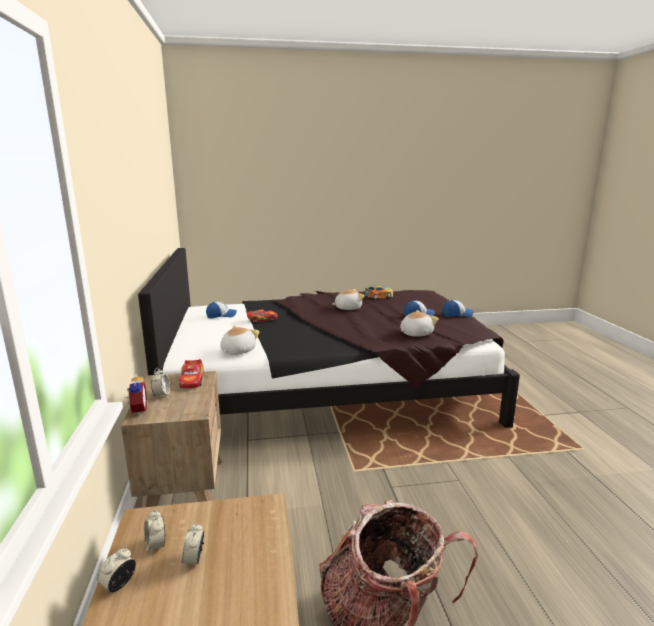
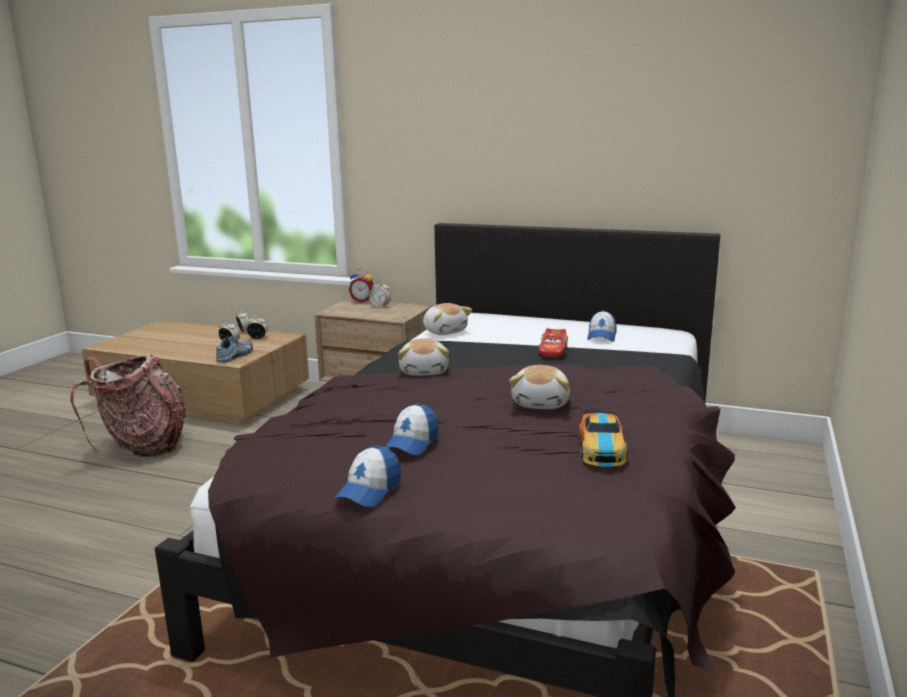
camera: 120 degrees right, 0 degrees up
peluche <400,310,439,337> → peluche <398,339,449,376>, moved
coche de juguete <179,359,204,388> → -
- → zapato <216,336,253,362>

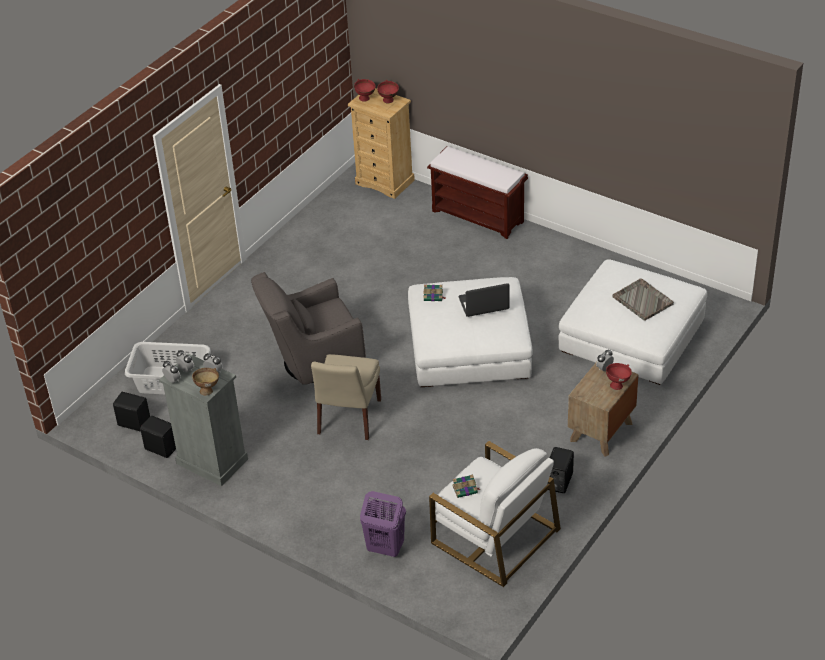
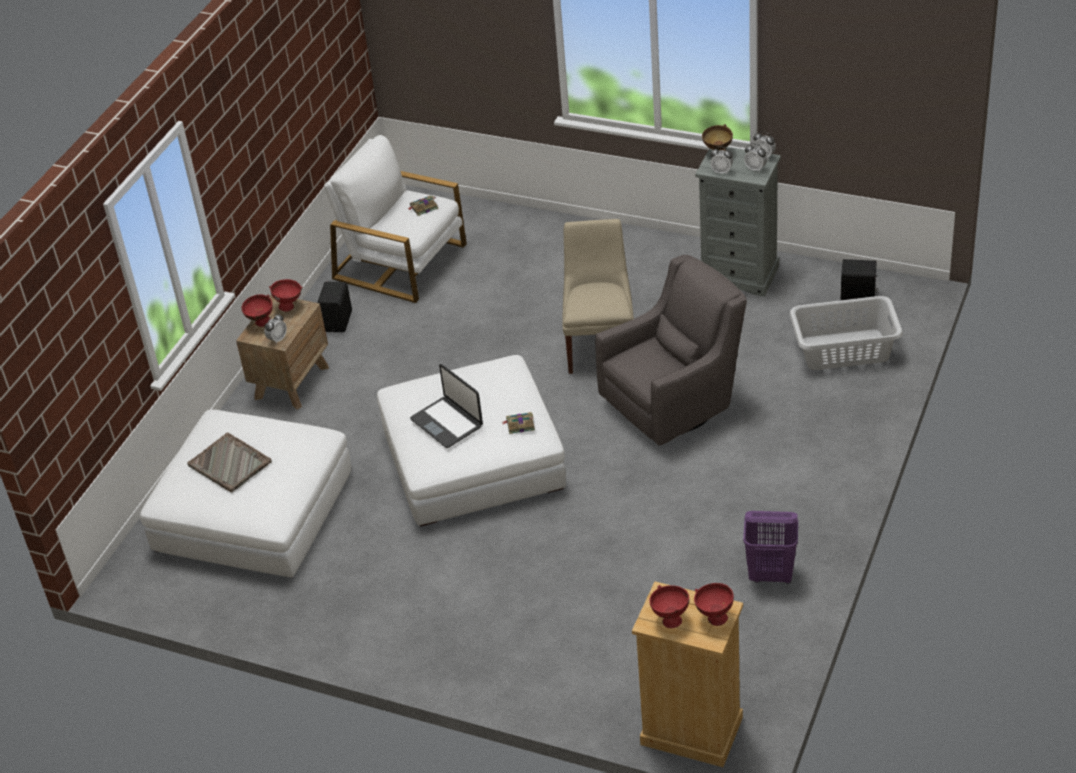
camera: 170 degrees right, 0 degrees up
banco [marrón] <427,146,528,239> → -
portátil <459,283,509,317> → portátil <410,364,483,448>, 75 degrees clockwise
altavoz [negro] <140,416,176,458> → -
cesto de la ropa [morado] <360,491,406,557> → cesto de la ropa [morado] <743,511,798,584>, moved
- → cuenco [rojo] <269,279,302,312>

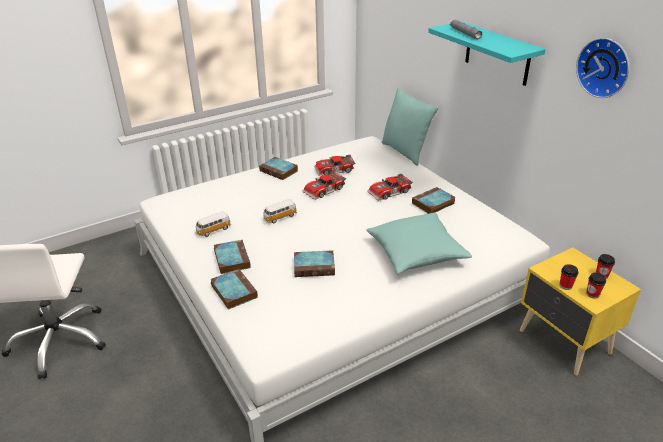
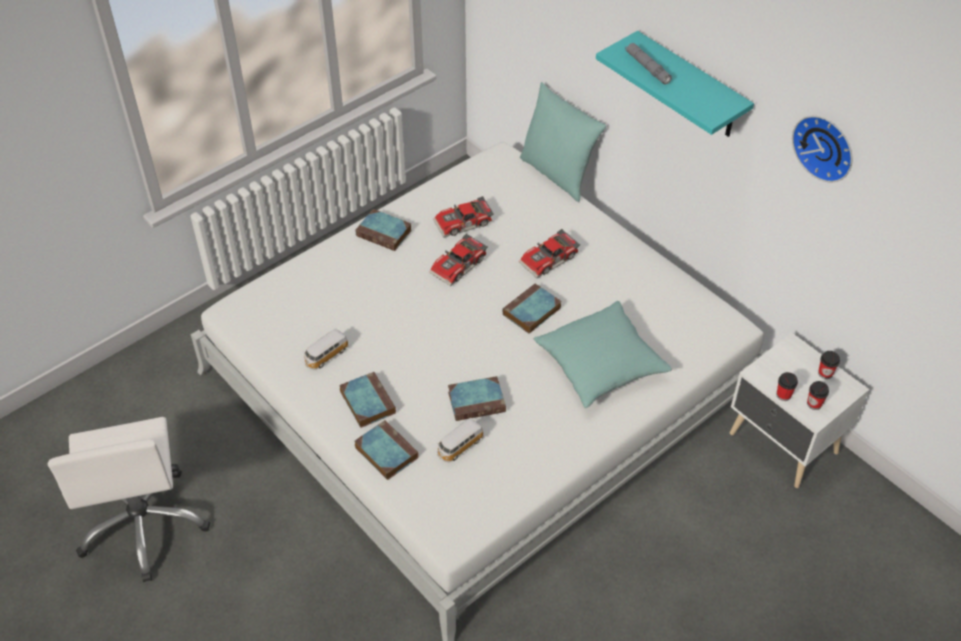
camera: 10 degrees left, 15 degrees up
libro <412,187,455,214> → libro <503,283,562,334>, moved
coche de juguete <263,199,297,223> → coche de juguete <437,418,484,462>, moved
mesita de noche [amarillo] <520,247,641,376> → mesita de noche [blanco] <730,333,869,488>

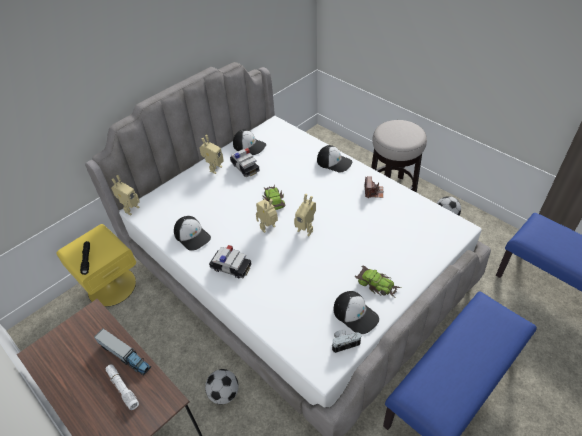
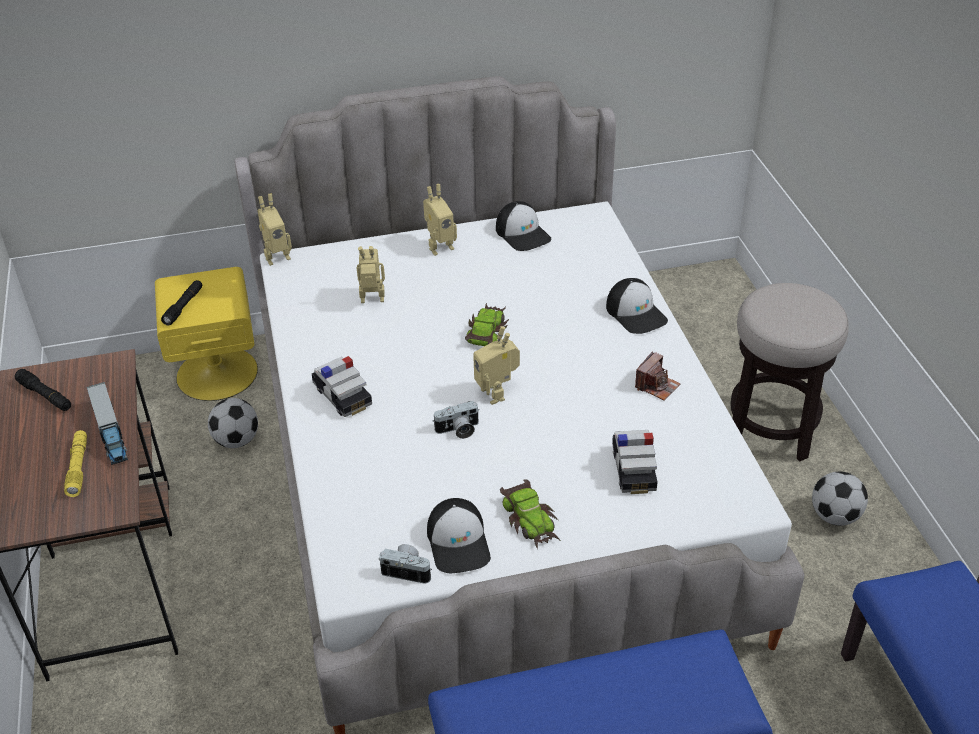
camera: 30 degrees right, 5 degrees down
coche de juguete <230,148,260,177> → coche de juguete <612,430,658,494>, moved
robot de juguete <256,199,278,233> → robot de juguete <356,246,385,303>, moved
gorra <174,216,211,251> → -
linterna [blanco] <106,364,139,410> → linterna [amarillo] <64,430,87,497>
balón de fútbol <205,369,239,404> → balón de fútbol <208,398,258,448>, moved
- → linterna [negro] <15,369,71,411>
- → cámara <433,401,480,439>

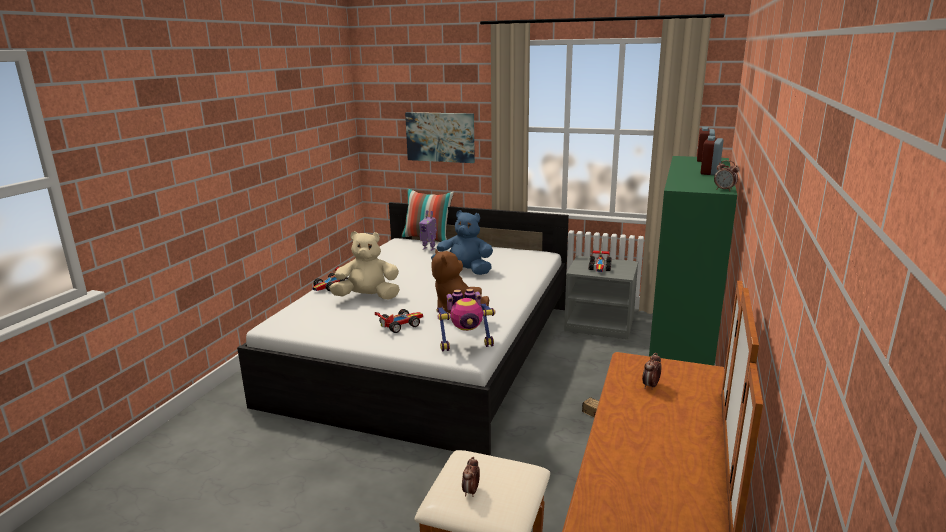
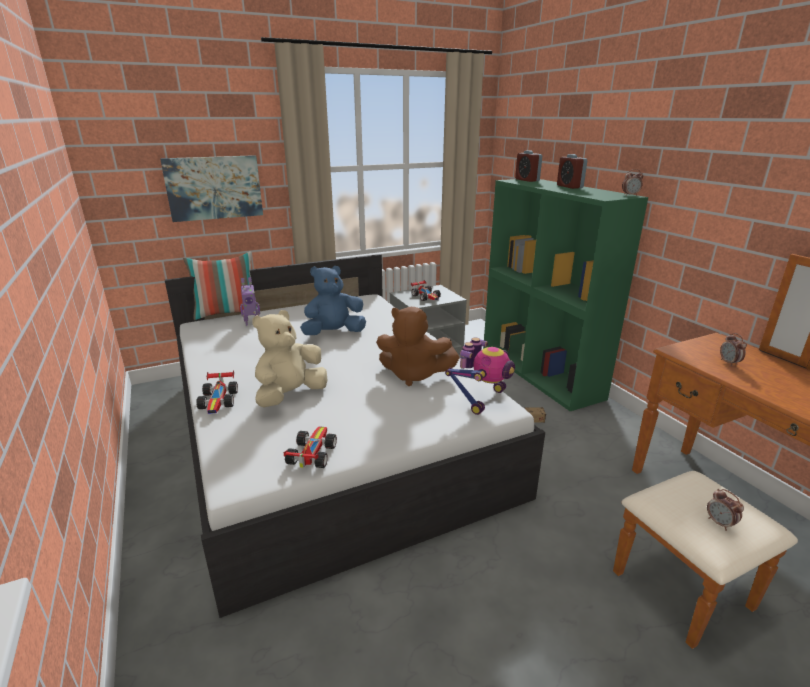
camera: 45 degrees left, 5 degrees up
coche de juguete <375,309,423,333> → coche de juguete <283,426,337,468>, moved

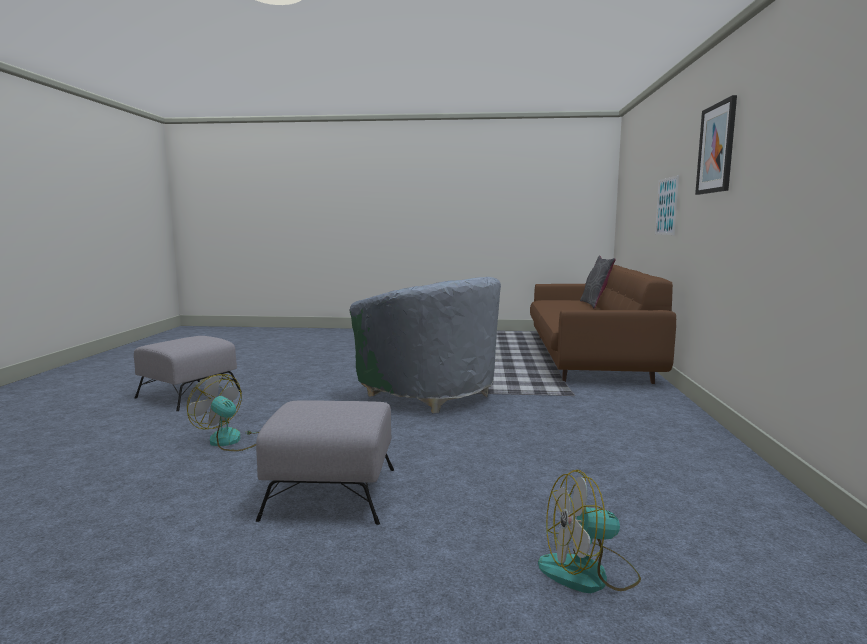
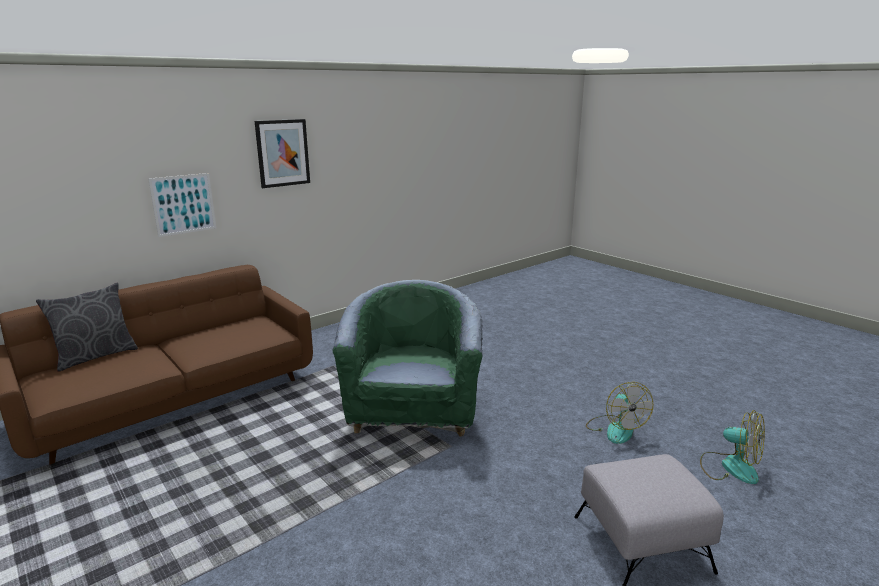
camera: 135 degrees left, 10 degrees up
puf [gris] <256,400,394,525> → -
ventilador <538,470,641,593> → ventilador <700,410,765,484>, moved

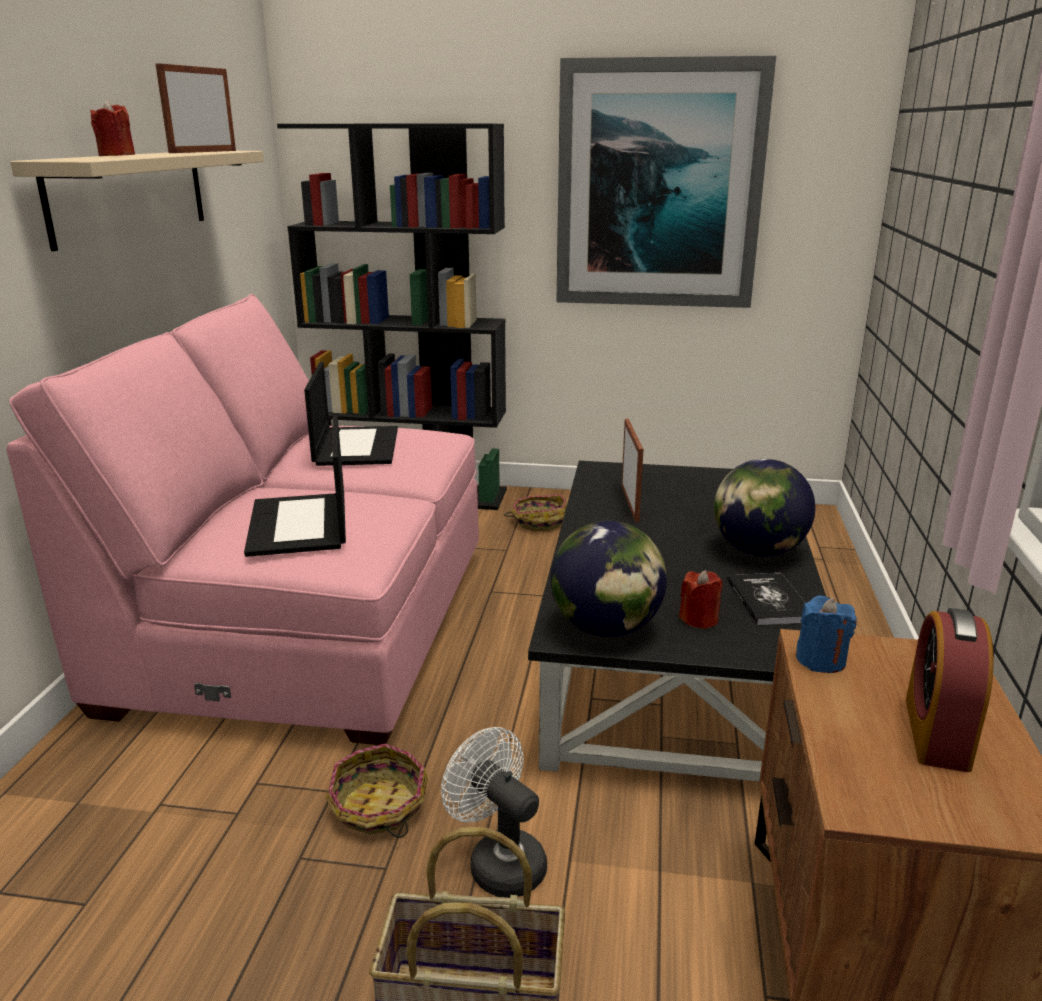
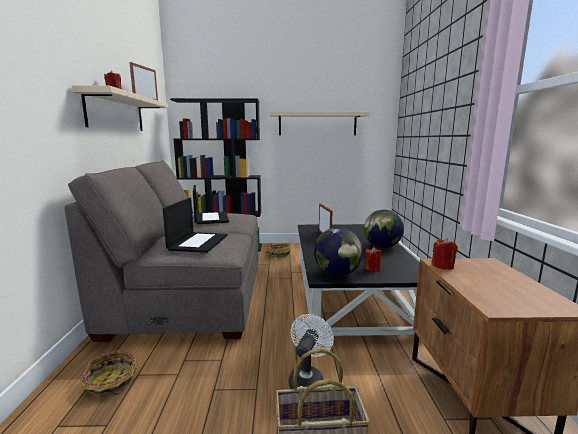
camera: 10 degrees left, 10 degrees down
cuadro <556,56,776,308> → estante [beis] <270,112,370,135>
sofá [rosa] <7,294,479,745> → sofá [gris] <64,160,259,342>
portátil <244,416,346,557> → portátil <163,198,228,253>, 150 degrees counterclockwise
libro <727,573,805,625> → -
vela [azul] <796,596,857,673> → vela [rojo] <431,238,458,270>
despertador <906,608,994,772> → -
ventilador [blanco] <441,727,547,898> → ventilador [blanco] <289,314,334,389>, 75 degrees clockwise
cesta <326,744,428,838> → cesta <81,350,138,396>, moved

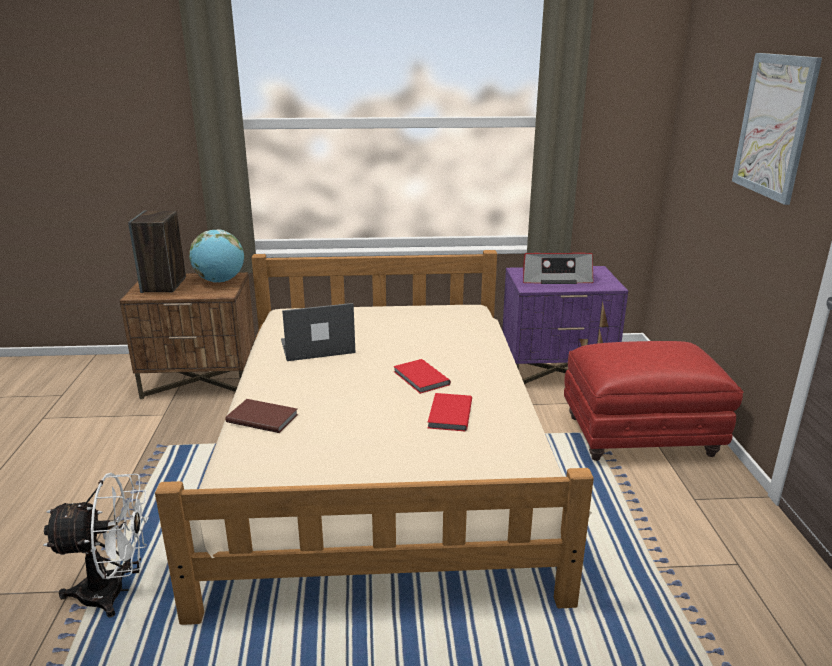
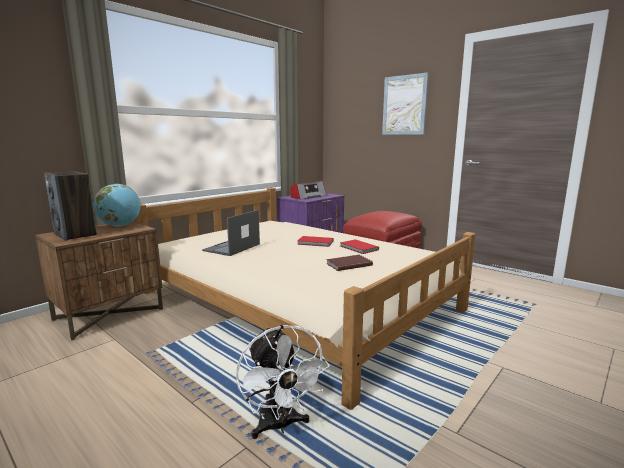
camera: 45 degrees left, 10 degrees down
libro [marrón] <226,399,298,433> → libro [marrón] <326,255,373,271>, moved
ventilador [blanco] <43,473,149,618> → ventilador [blanco] <236,325,330,439>, 120 degrees clockwise

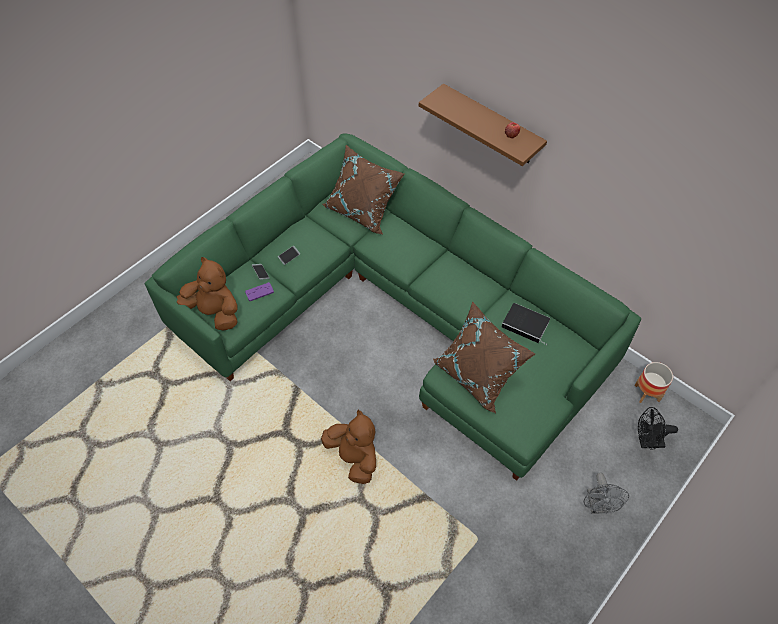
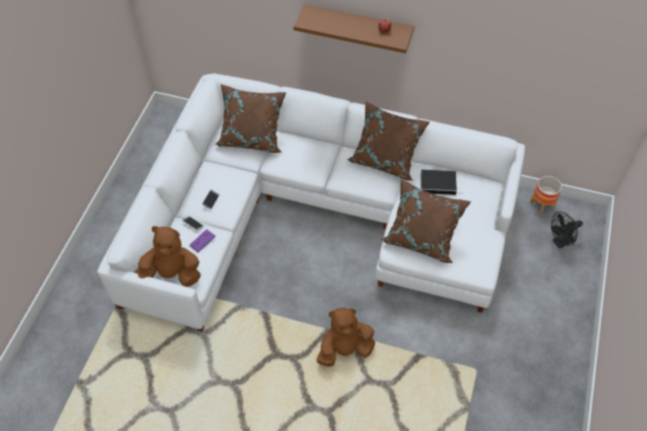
camera: 25 degrees left, 0 degrees up
sofá [verde] <145,133,641,481> → sofá [blanco] <97,74,525,332>
peluche [marrón] <321,410,376,484> → peluche [marrón] <317,308,375,367>, 45 degrees counterclockwise
ventilador [gris] <584,473,629,514> → -
- → cojín [marrón] <347,101,430,181>

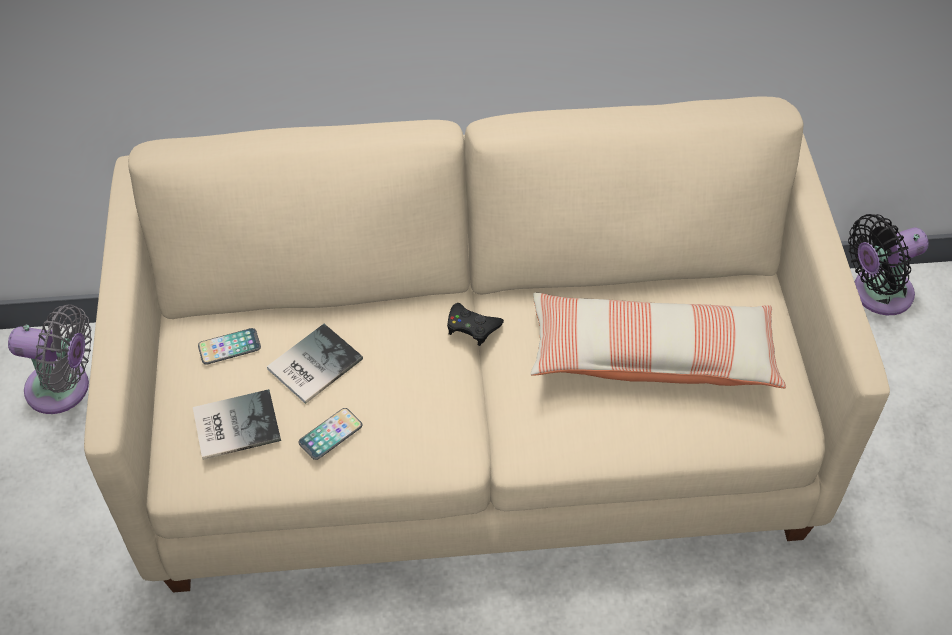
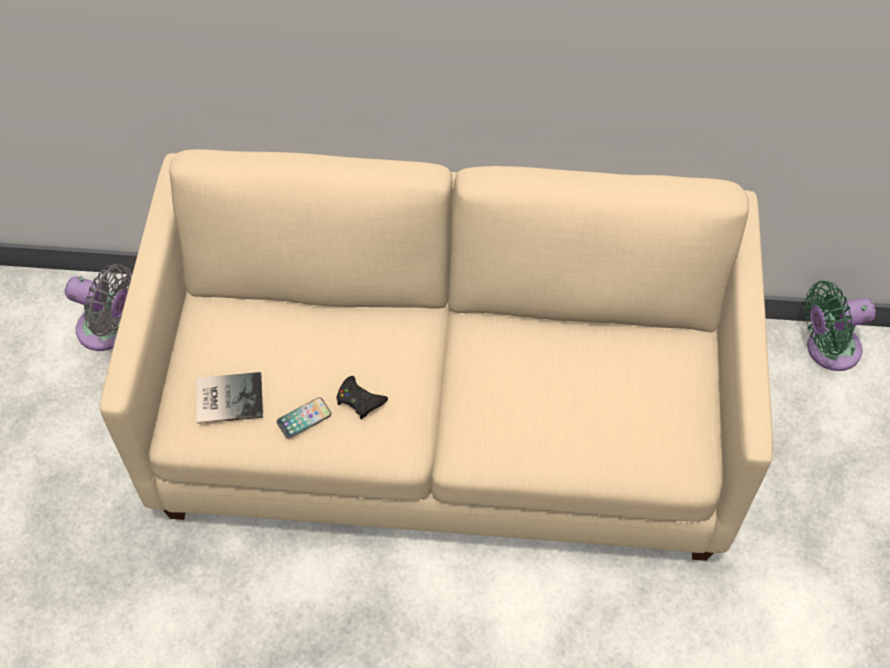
camera: 10 degrees right, 5 degrees up
ventilador [negro] <848,214,929,315> → ventilador [verde] <805,281,876,371>
cojín <530,293,786,388> → -
mando de consola [negro] <447,303,504,346> → mando de consola [negro] <336,376,388,419>, moved
libro <267,324,363,404> → -
móvil <198,328,261,365> → -

